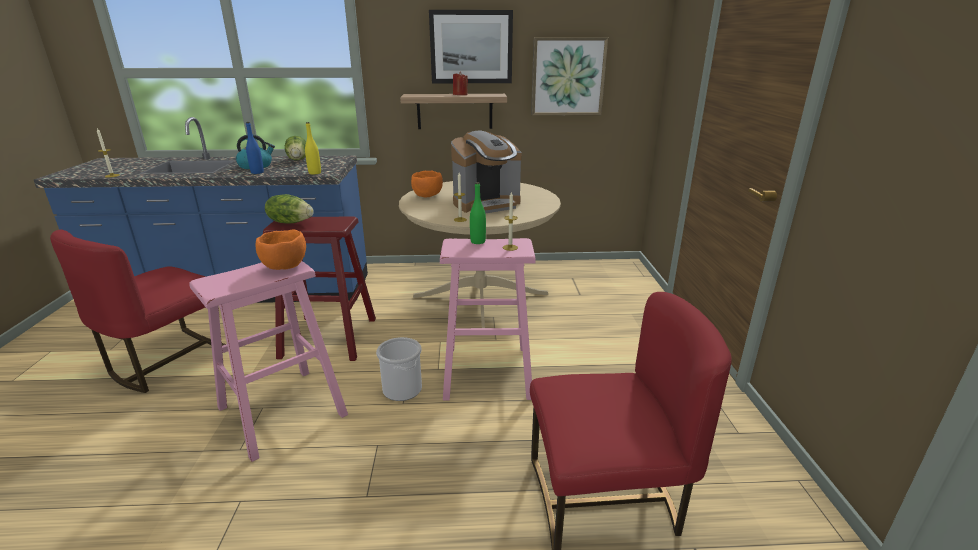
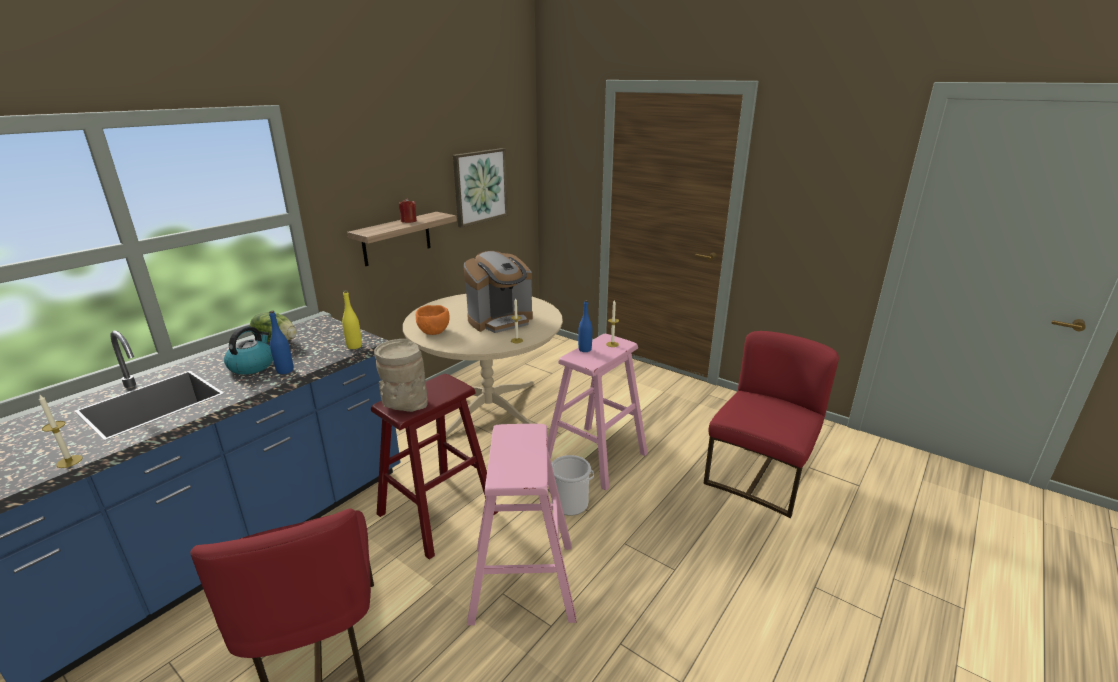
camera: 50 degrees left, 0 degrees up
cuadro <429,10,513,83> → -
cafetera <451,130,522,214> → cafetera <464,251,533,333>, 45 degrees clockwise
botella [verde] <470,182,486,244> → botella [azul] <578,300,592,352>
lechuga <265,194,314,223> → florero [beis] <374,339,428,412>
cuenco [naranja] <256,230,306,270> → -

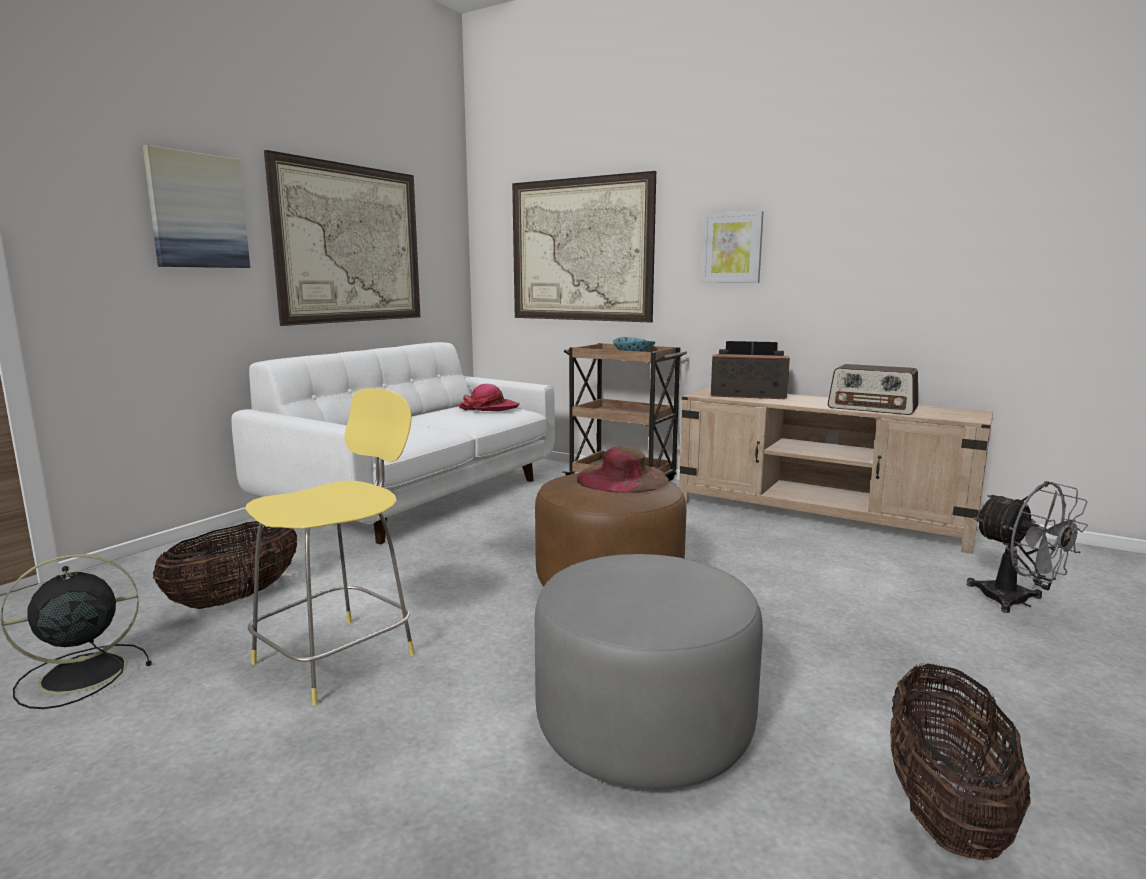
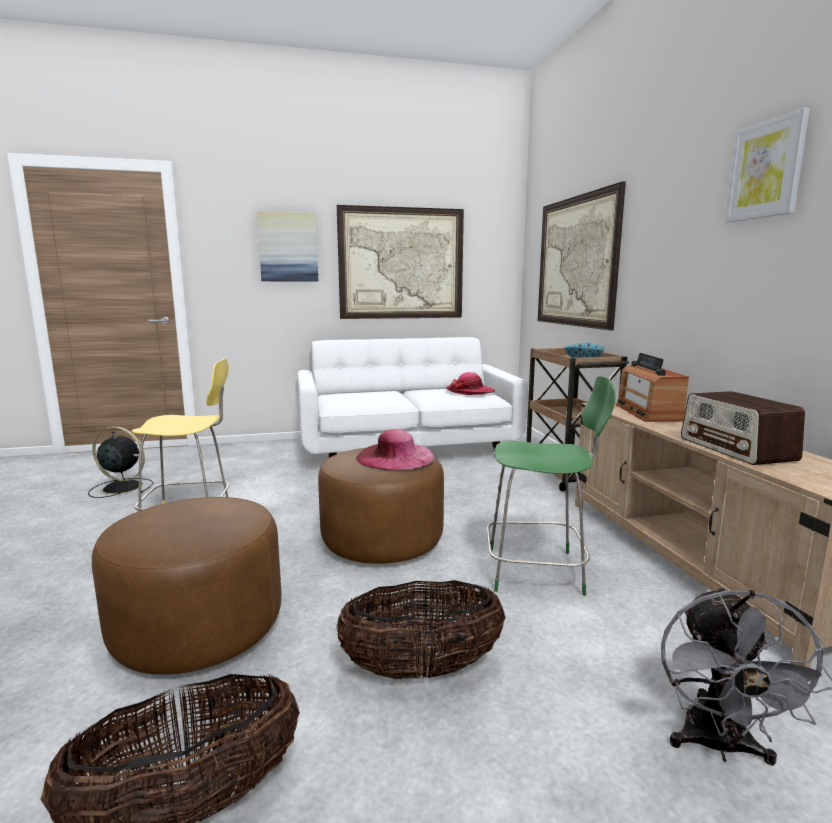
camera: 45 degrees right, 0 degrees up
cuadro <702,211,763,283> → cuadro <725,108,810,222>, moved
radio <711,341,790,399> → radio <616,353,689,422>, 150 degrees counterclockwise
sombrero [marrón] <577,446,669,493> → sombrero [rosa] <356,429,435,470>
cesta <153,521,297,609> → cesta <336,580,506,679>, moved
puf [gris] <535,554,763,790> → puf [marrón] <92,497,281,675>
- → taburete [verde] <487,376,616,596>

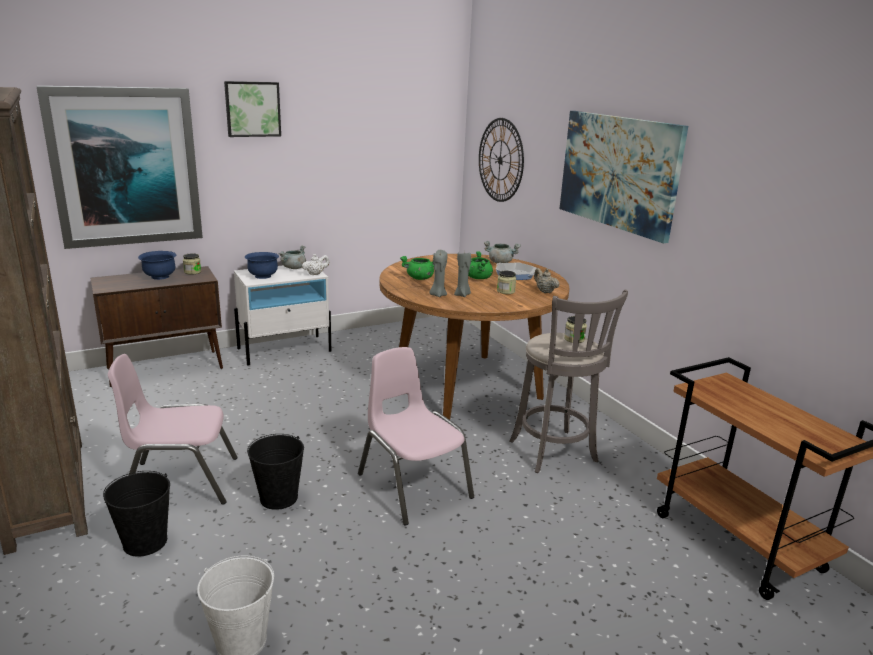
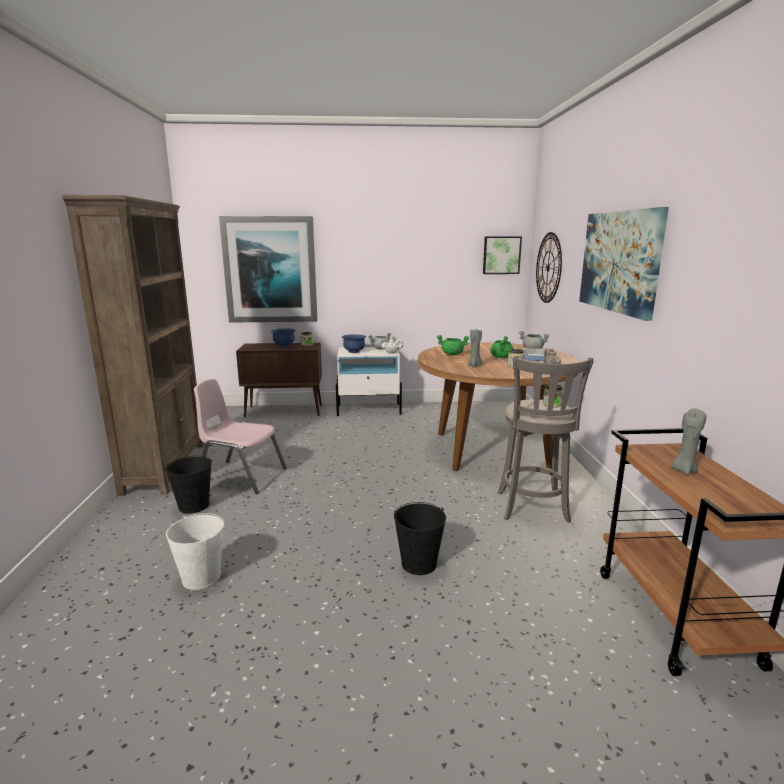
camera: 25 degrees right, 5 degrees down
cuadro <224,81,281,137> → cuadro <483,236,522,274>, moved
vela [gris] <429,250,447,297> → vela [gris] <671,408,706,475>, moved
silla [rosa] <358,347,474,526> → -
cubo [negro] <247,434,304,510> → cubo [negro] <394,502,446,575>, moved

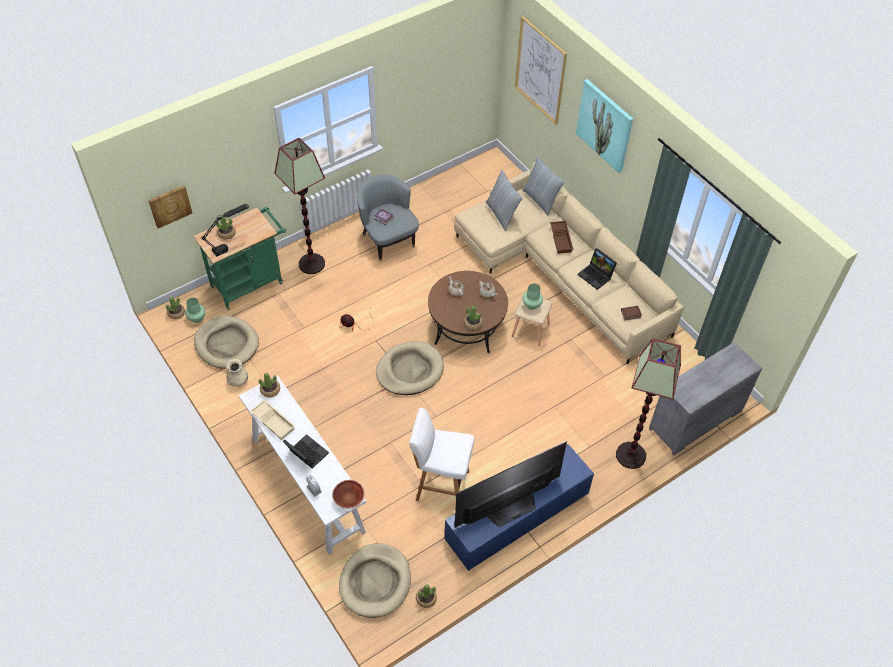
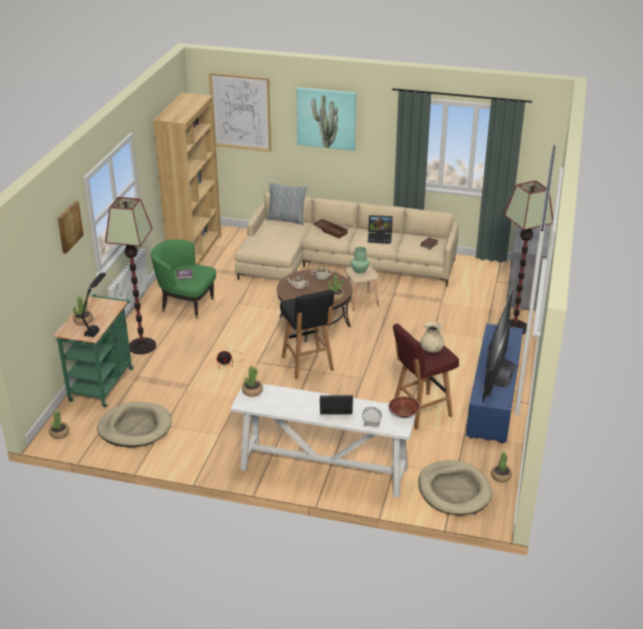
camera: 40 degrees left, 20 degrees down
cojín <486,170,523,231> → -
sillón [gris] <357,174,419,261> → sillón [verde] <151,239,216,319>
cuadro <148,185,193,228> → cuadro <58,201,84,254>, moved
florero [verde] <185,298,205,323> → -
cama para perro [beis] <376,341,444,395> → taburete [negro] <280,290,334,379>
florero [beis] <226,359,248,387> → florero [beis] <420,321,444,353>, moved
bandeja [beis] <250,399,295,440> → -
taburete [blanco] <409,408,474,501> → taburete [rojo] <393,323,459,430>
- → estantería [marrón] <153,93,221,265>

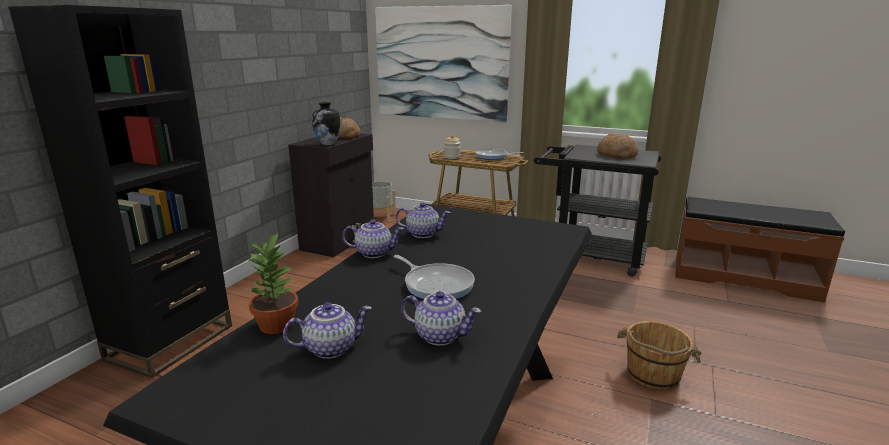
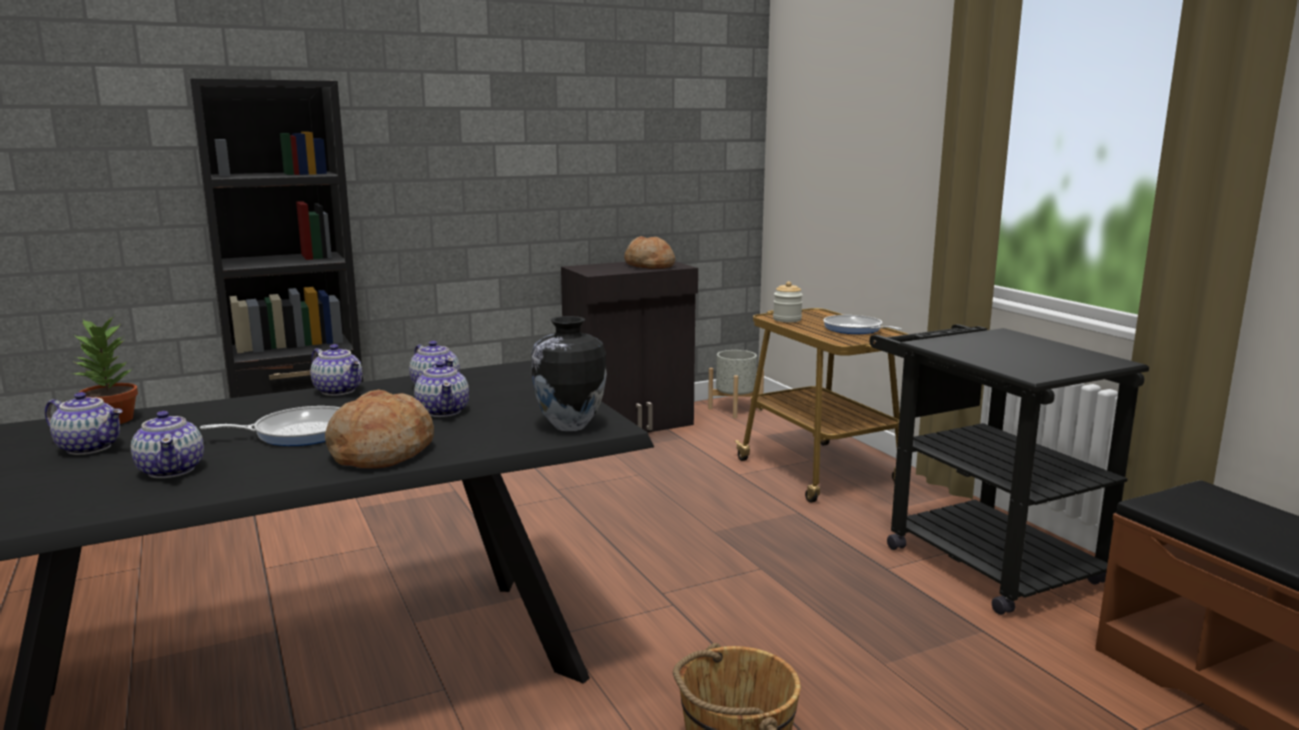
camera: 40 degrees right, 5 degrees down
cuadro <375,5,512,123> → -
florero <312,102,341,146> → florero <531,316,607,432>, moved
pan <597,134,638,159> → pan <325,390,434,469>, moved
sartén <394,255,475,299> → sartén <200,406,340,446>, 105 degrees counterclockwise
- → tetera <414,361,469,417>

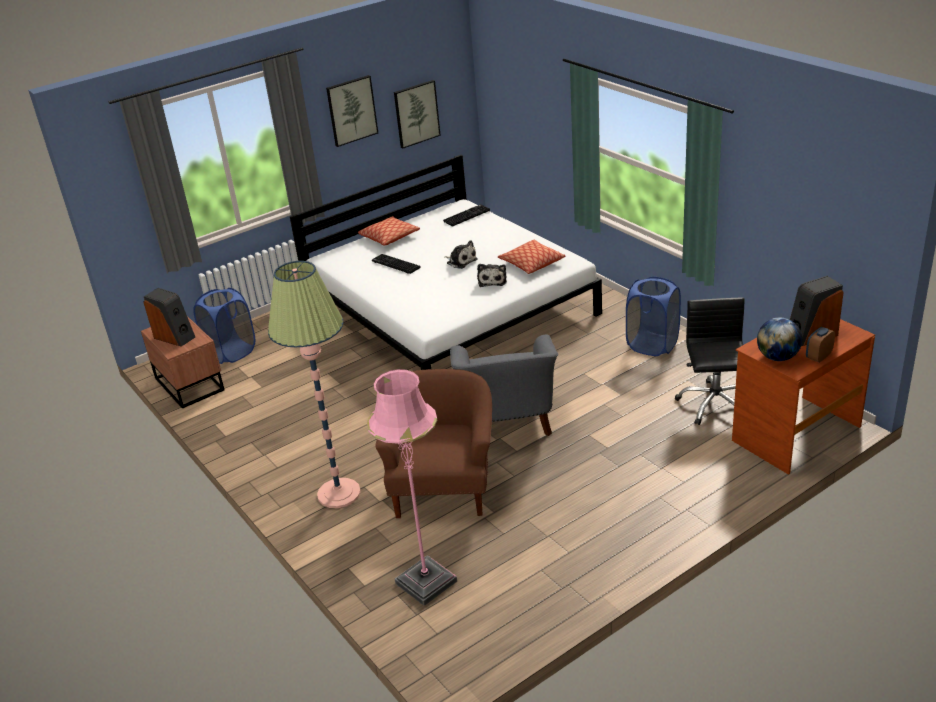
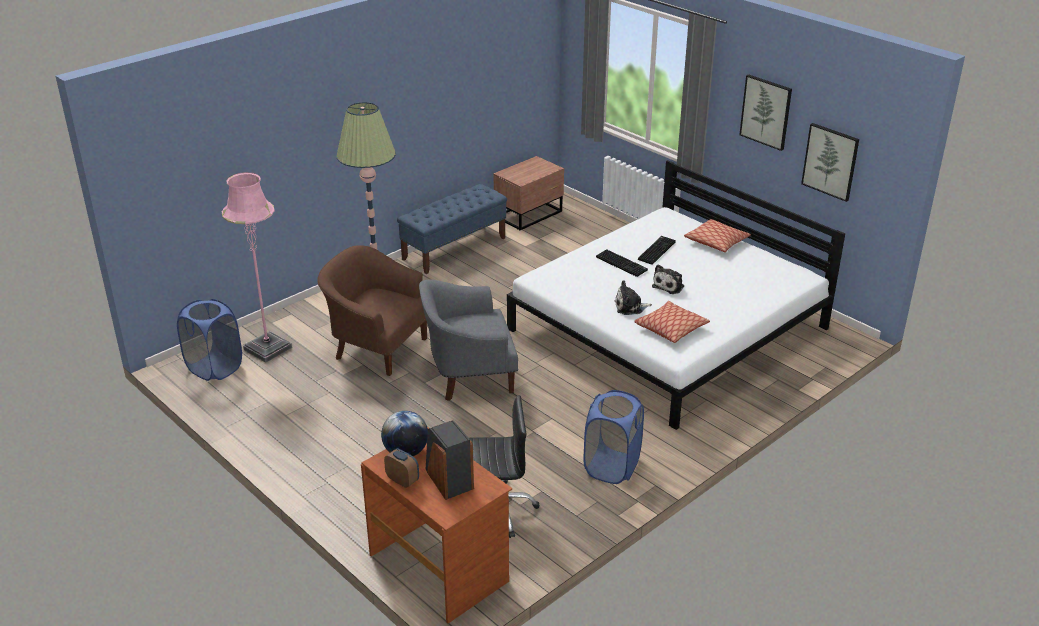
camera: 80 degrees right, 0 degrees up
teclado <443,204,490,227> → teclado <596,249,648,277>, moved
altavoz <143,288,195,347> → -
cesto de la ropa [azul] <193,288,255,364> → cesto de la ropa [azul] <177,299,242,381>, moved
sillón [marrón] <375,369,492,518> → sillón [marrón] <318,245,427,376>, 150 degrees counterclockwise
- → banco [azul] <397,184,507,274>

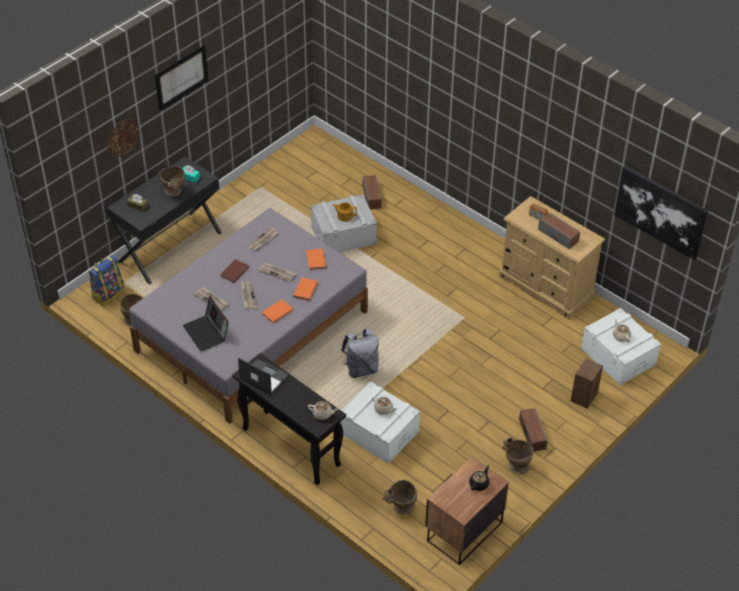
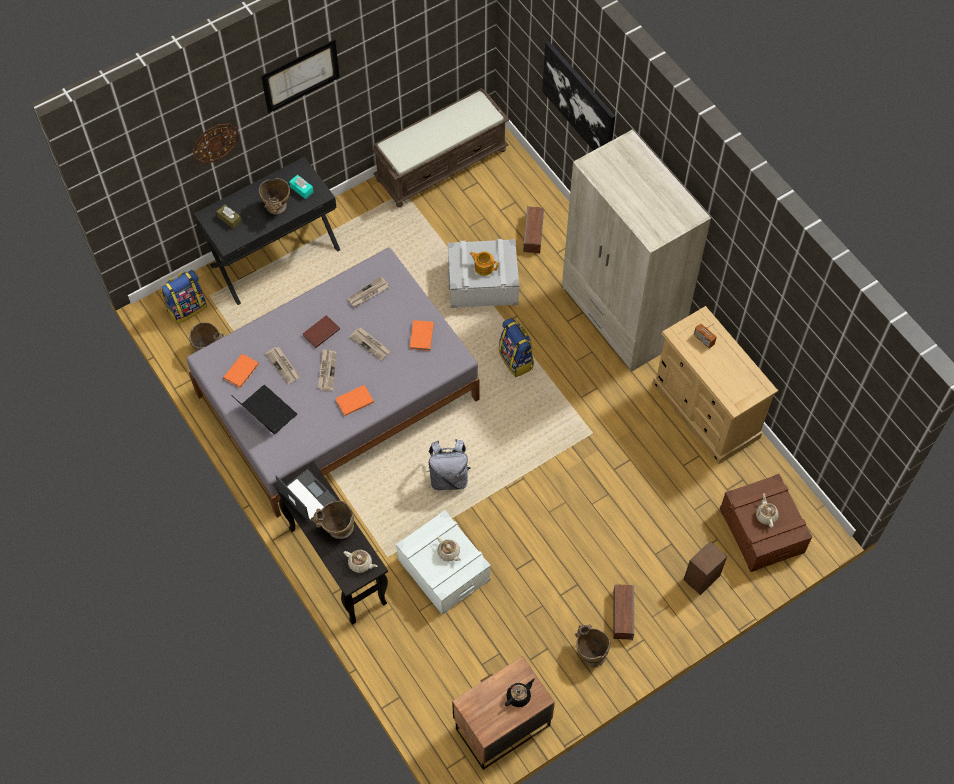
camera: 15 degrees right, 15 degrees up
cuadro <614,166,708,260> → cuadro <542,41,615,151>, moved
altavoz <538,212,580,249> → -
libro [naranja] <293,277,318,301> → libro [naranja] <223,354,259,388>, moved
portátil <183,296,229,351> → portátil <231,385,297,434>, 150 degrees clockwise
caja de almacenaje [blanco] <581,308,661,386> → caja de almacenaje [marrón] <720,474,813,572>
florero [beis] <383,480,417,514> → florero [beis] <311,501,354,539>, moved
- → banco [marrón] <371,88,509,207>
- → armario ropero [beis] <562,129,711,372>
- → mochila <499,318,534,377>

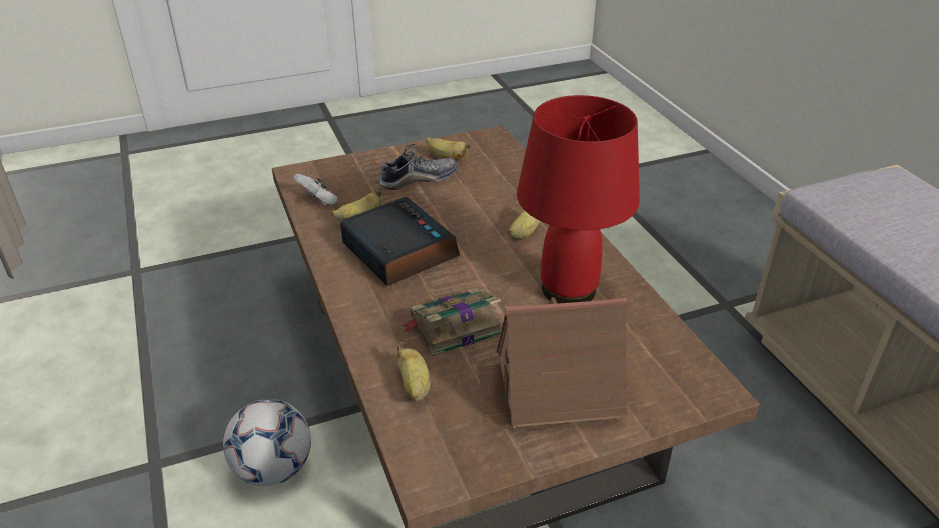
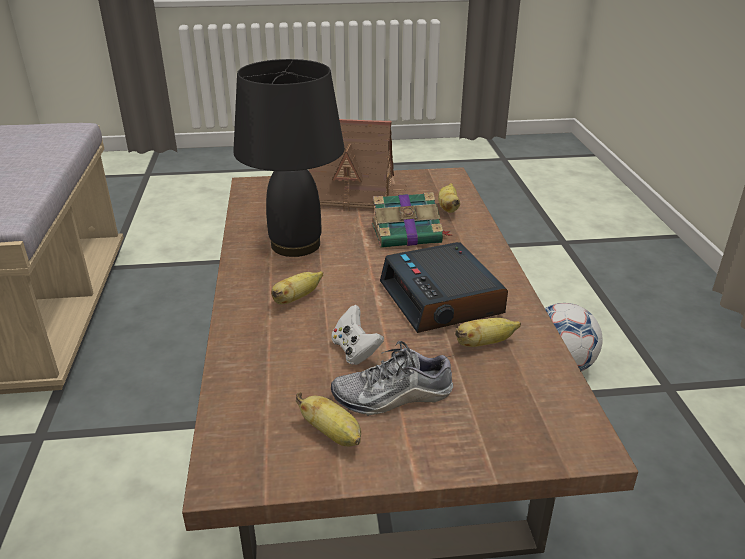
camera: 165 degrees left, 5 degrees down
lámpara de mesa [rojo] <517,95,640,303> → lámpara de mesa [negro] <233,59,345,257>
mando de consola [blanco] <294,174,337,206> → mando de consola [blanco] <331,305,384,365>, moved

